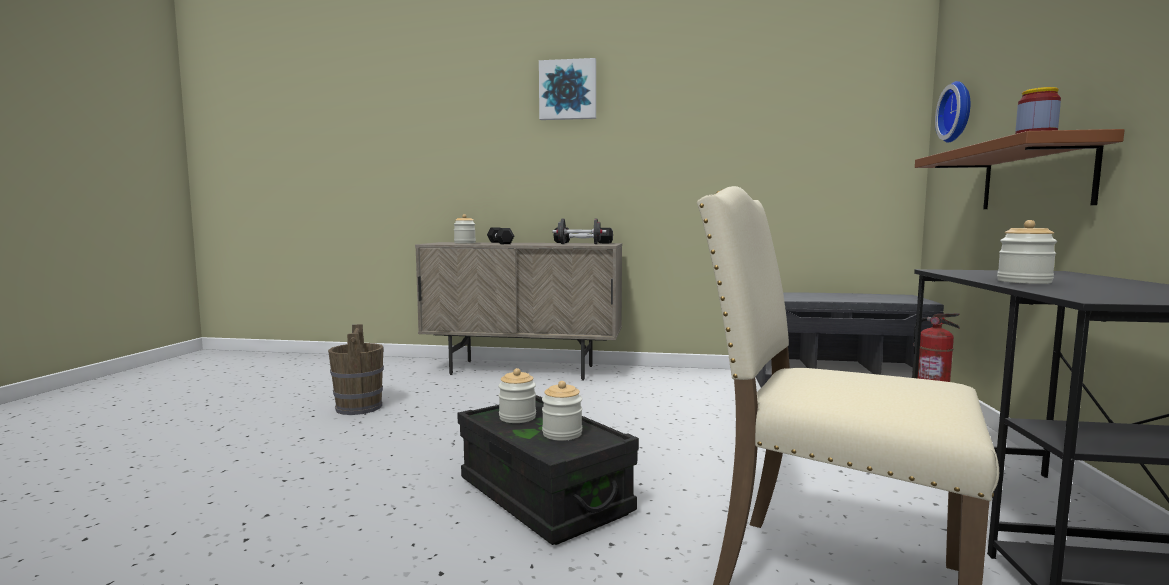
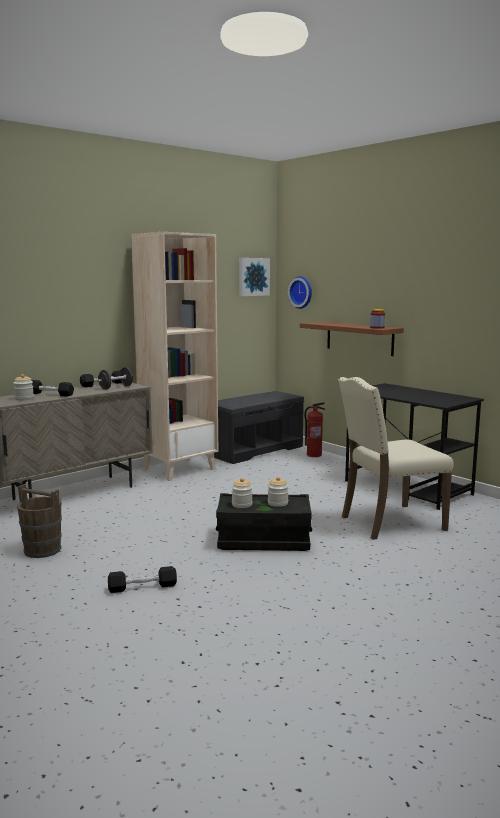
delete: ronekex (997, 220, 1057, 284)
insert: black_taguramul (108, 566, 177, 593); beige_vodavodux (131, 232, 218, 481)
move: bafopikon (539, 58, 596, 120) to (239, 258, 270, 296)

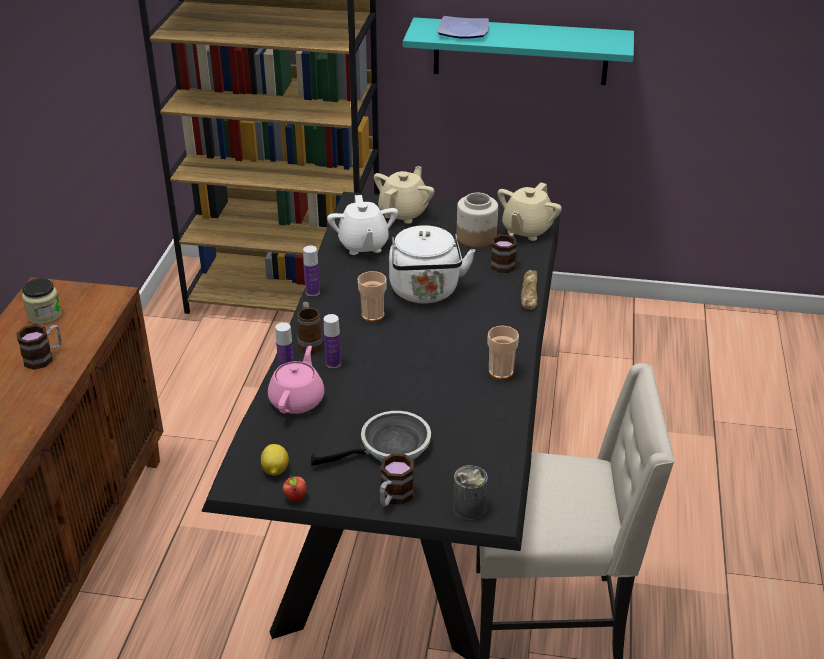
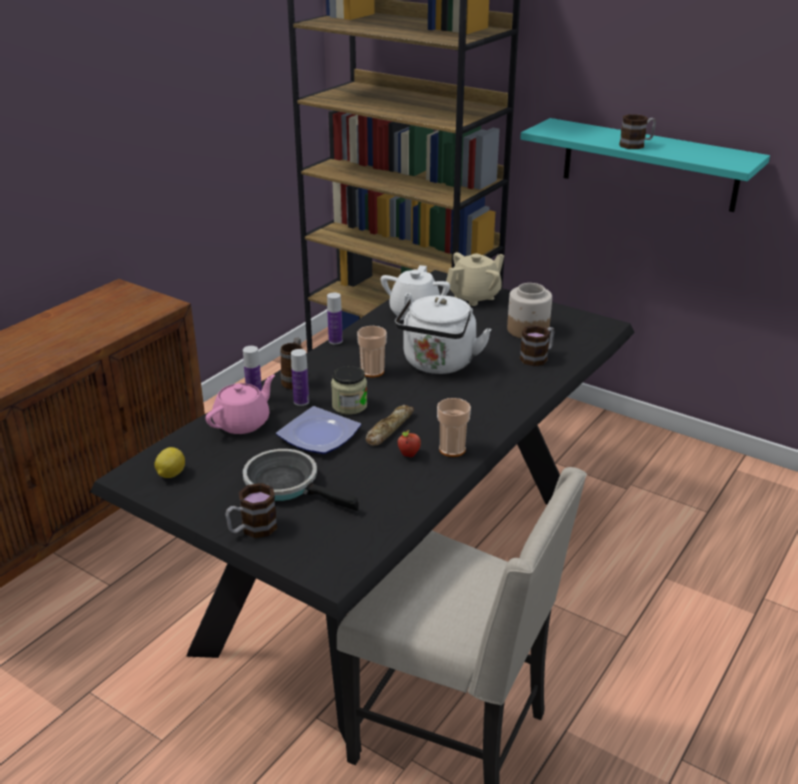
delete: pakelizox (453, 465, 488, 520); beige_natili (498, 182, 562, 241)
move: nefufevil (16, 324, 62, 370) to (619, 114, 656, 149); ronekex (22, 278, 62, 325) to (331, 366, 367, 415); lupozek (282, 477, 307, 502) to (397, 430, 421, 457); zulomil (438, 16, 489, 39) to (276, 406, 361, 454); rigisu (521, 270, 537, 310) to (366, 405, 414, 446)
rotate: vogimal (311, 411, 431, 466) = (243, 449, 359, 511) 150 degrees counterclockwise

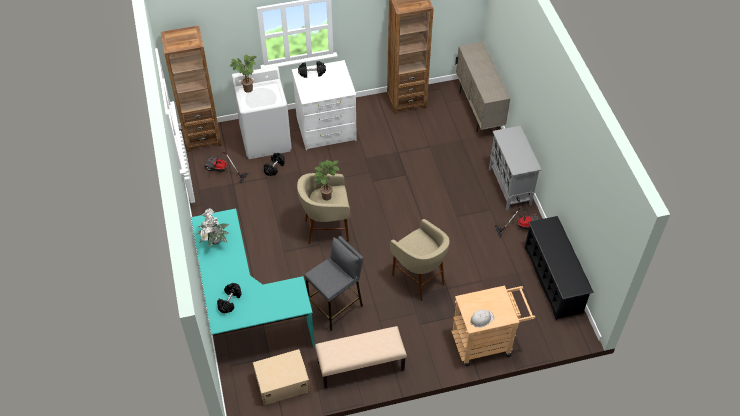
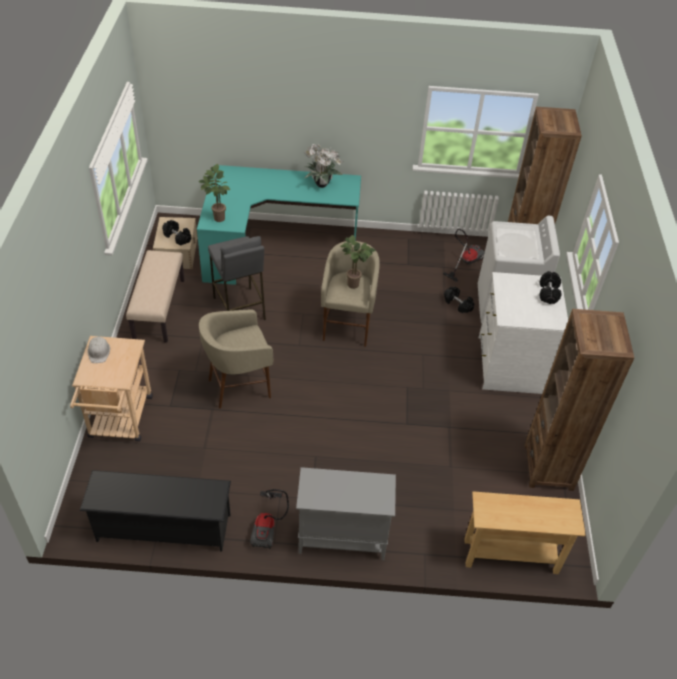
move: black_taguramul (217, 283, 242, 313) to (162, 220, 191, 245); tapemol (230, 54, 257, 93) to (198, 164, 230, 222)
replace: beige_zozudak (455, 42, 510, 132) to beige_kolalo (464, 491, 586, 574)

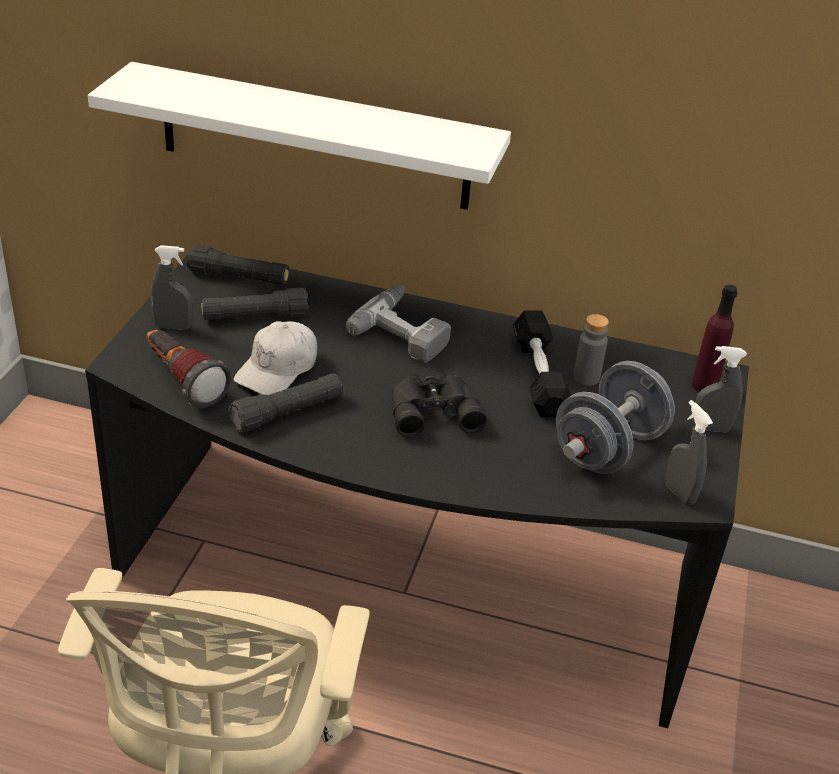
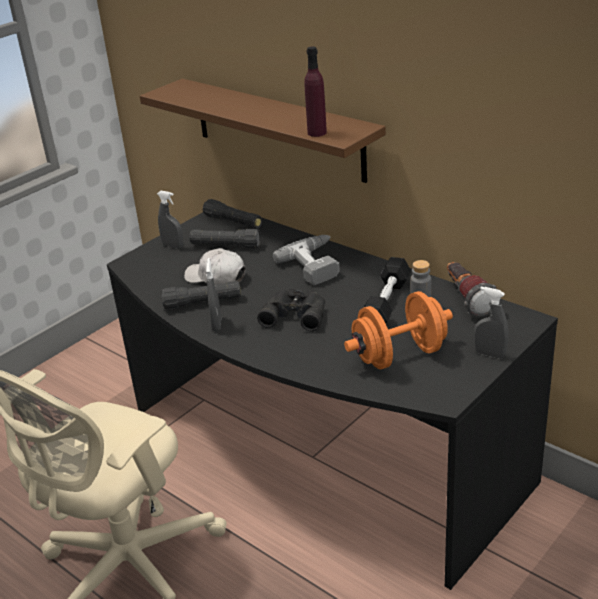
move: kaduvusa (147, 330, 231, 408) to (447, 262, 501, 318); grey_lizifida (665, 400, 713, 505) to (206, 258, 221, 331); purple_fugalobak (691, 285, 737, 392) to (304, 46, 327, 137)
recolor: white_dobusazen (88, 62, 511, 210) to brown_dobusazen (140, 79, 386, 183); grey_taguramul (556, 361, 675, 474) to orange_taguramul (344, 291, 453, 369)
rotate: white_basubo (234, 321, 317, 395) = (184, 248, 246, 285) 60 degrees clockwise

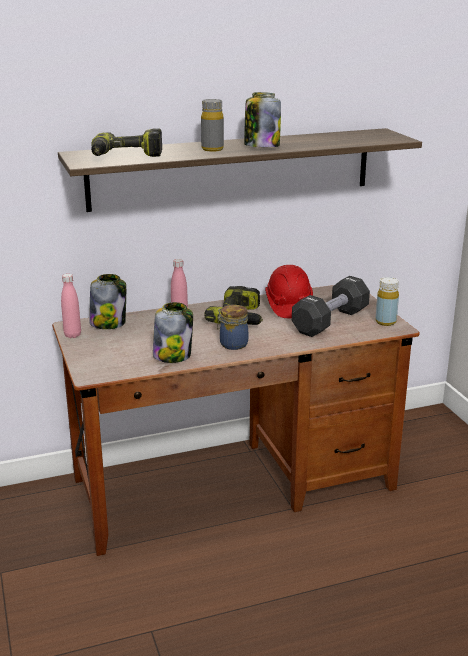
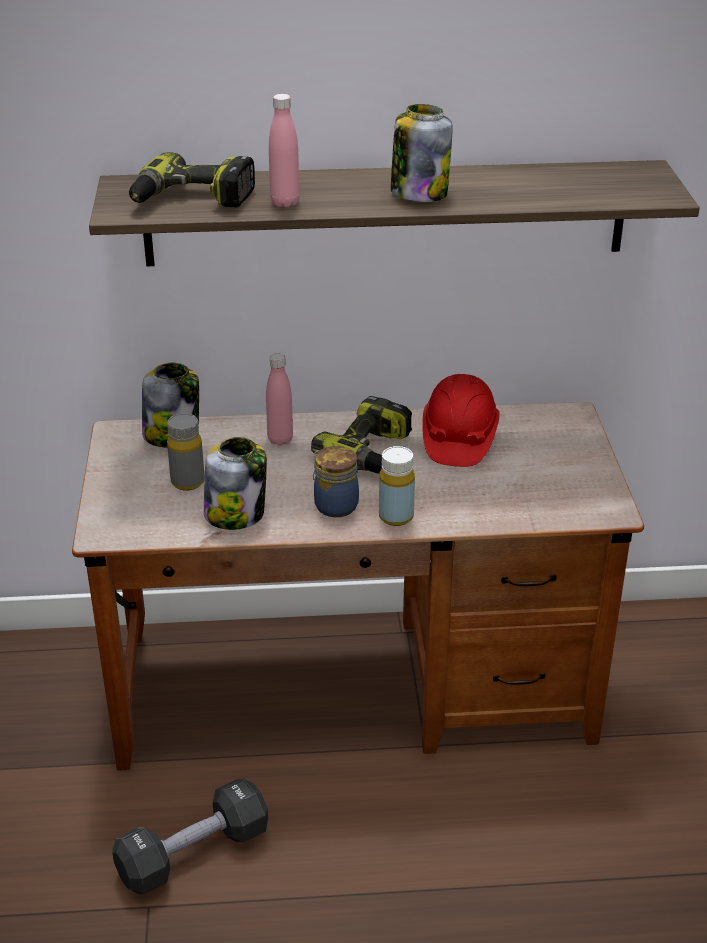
move: pink_fugalobak (61, 274, 81, 338) to (269, 94, 300, 208); grey_fugalobak (201, 99, 224, 152) to (167, 413, 205, 490); black_taguramul (292, 276, 370, 337) to (112, 778, 268, 894); yellow_fugalobak (375, 277, 399, 326) to (379, 446, 415, 526)

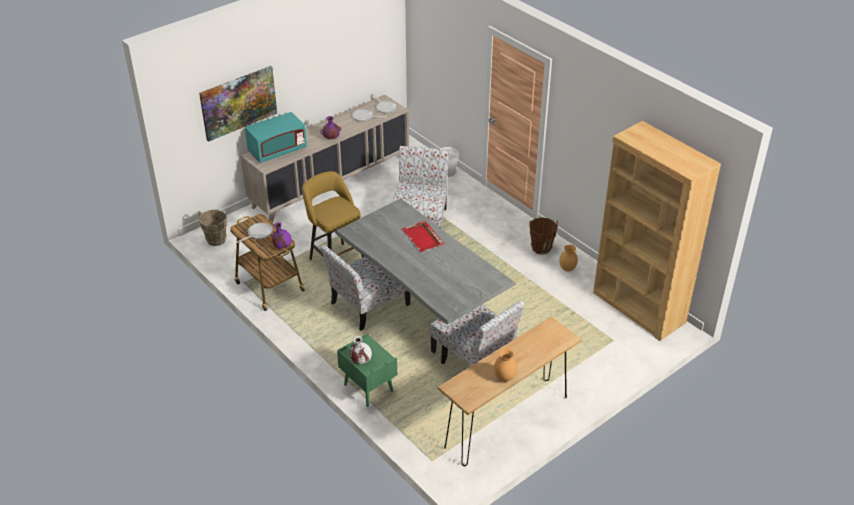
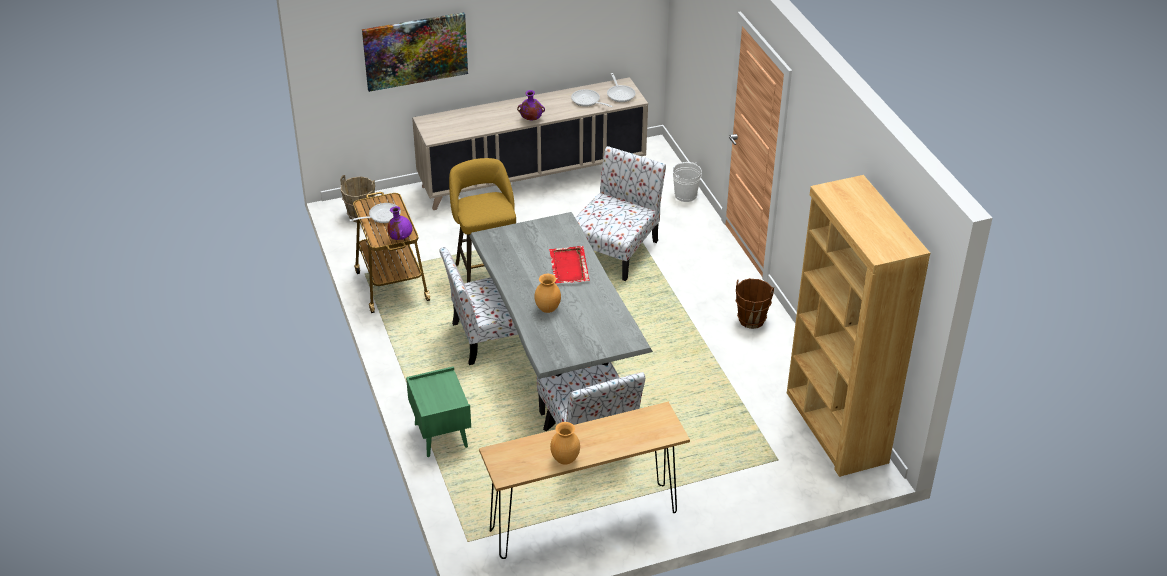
delete: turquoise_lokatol (245, 112, 307, 163); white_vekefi (350, 336, 372, 364)
move: brown_vekefi (559, 245, 578, 272) to (534, 274, 561, 313)

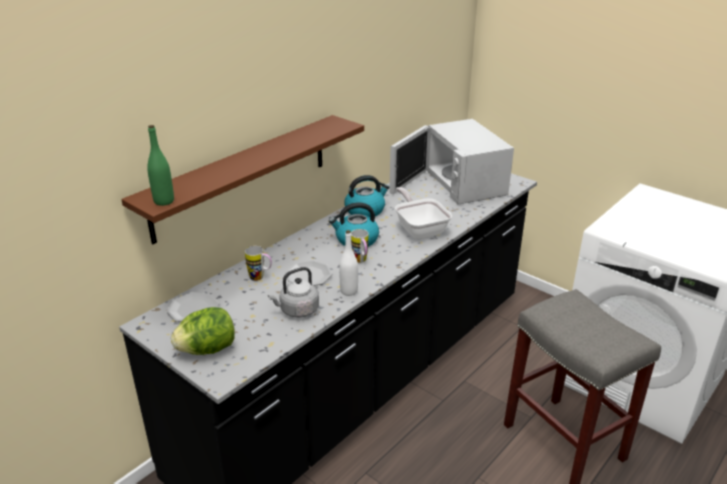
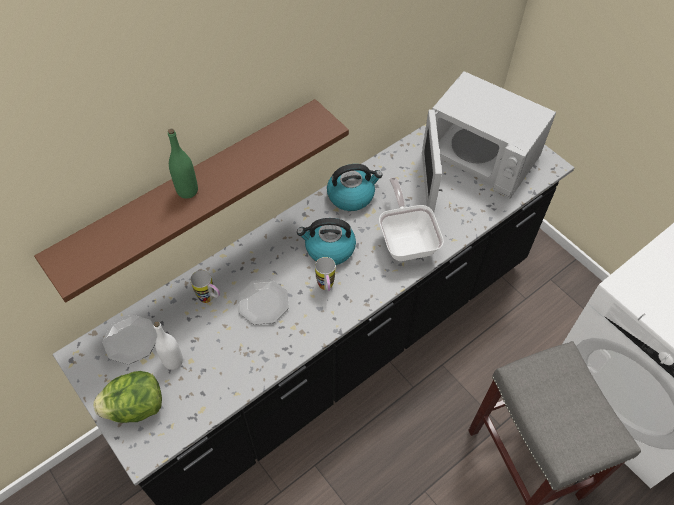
delete: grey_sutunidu (268, 267, 319, 318)
move: green_fugalobak (147, 125, 174, 206) to (168, 129, 198, 199); white_fugalobak (339, 230, 358, 296) to (154, 322, 183, 370)
rotate: white_lokatol (389, 119, 514, 205) = (422, 71, 556, 212) 45 degrees counterclockwise

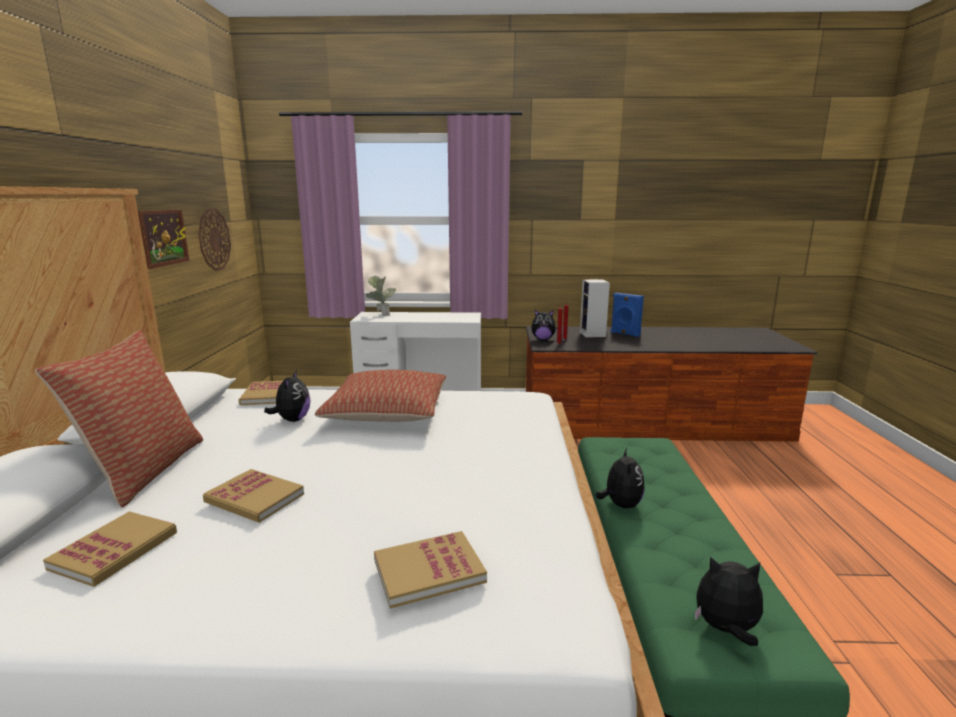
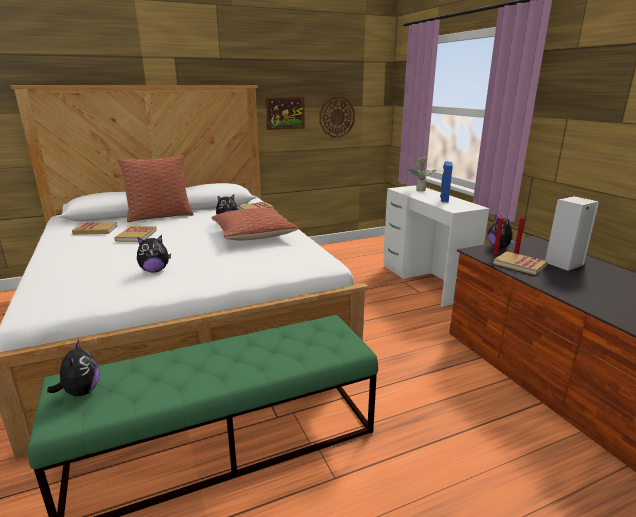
move: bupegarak (374, 531, 487, 609) to (493, 251, 548, 275); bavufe (595, 448, 645, 508) to (137, 235, 171, 273); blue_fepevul (611, 293, 644, 337) to (440, 161, 453, 203)

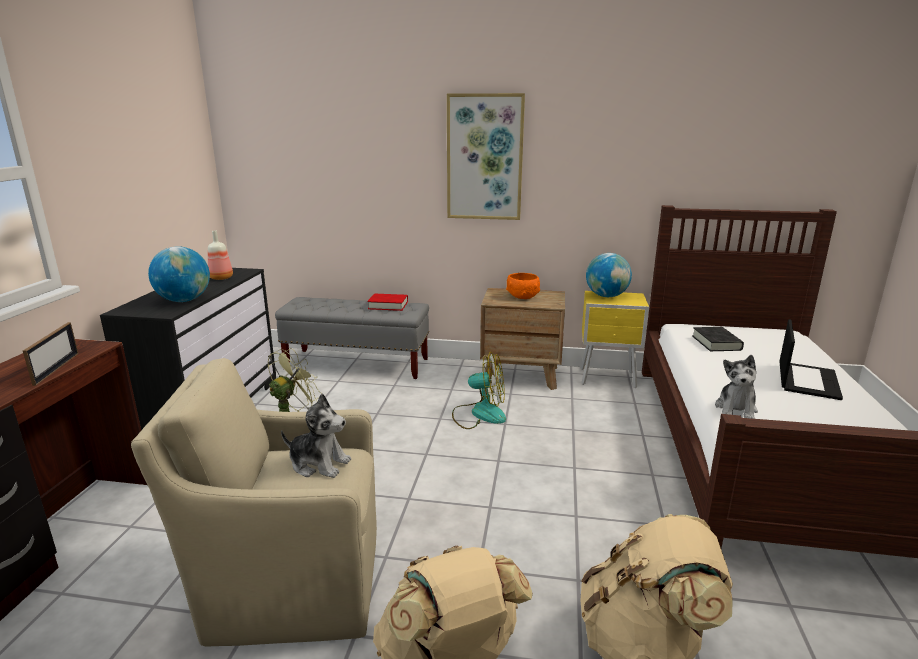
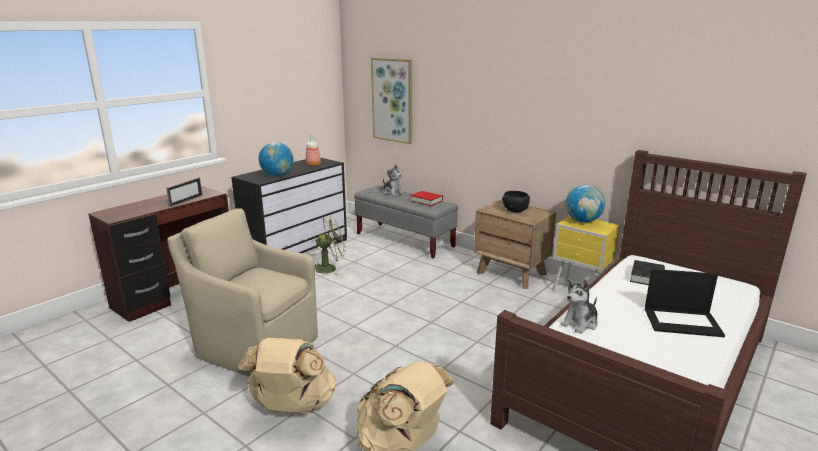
delete: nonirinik (452, 352, 506, 429)
move: bavufe (281, 394, 351, 478) to (383, 165, 404, 196); bafopikon (447, 93, 525, 220) to (371, 58, 412, 144)
recolor: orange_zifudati (506, 273, 540, 299) to black_zifudati (502, 191, 530, 213)
rotate: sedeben (779, 319, 843, 400) = (645, 269, 725, 337) 45 degrees clockwise

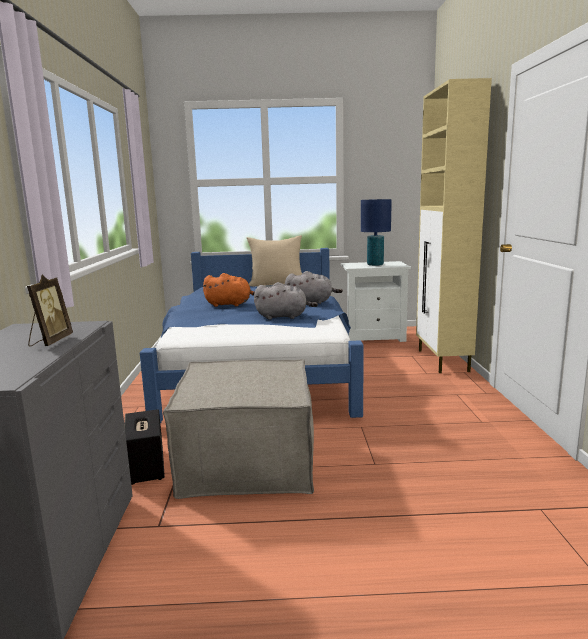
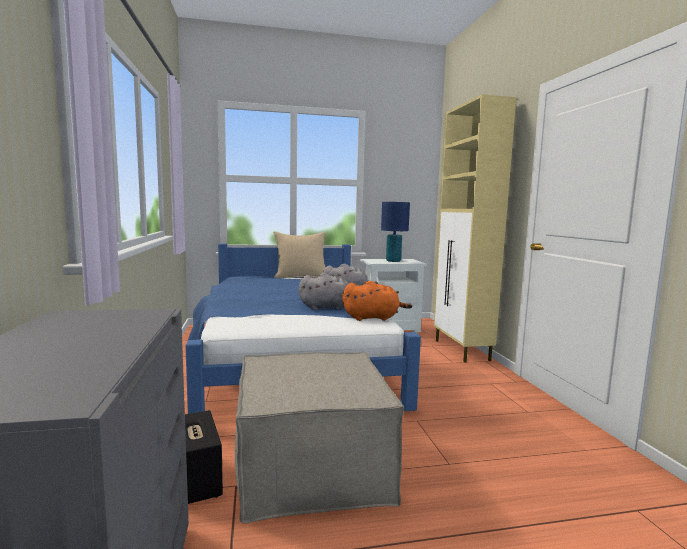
delete: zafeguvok (27, 275, 73, 347)
move: orange_bavufe (202, 273, 255, 307) to (342, 281, 413, 321)

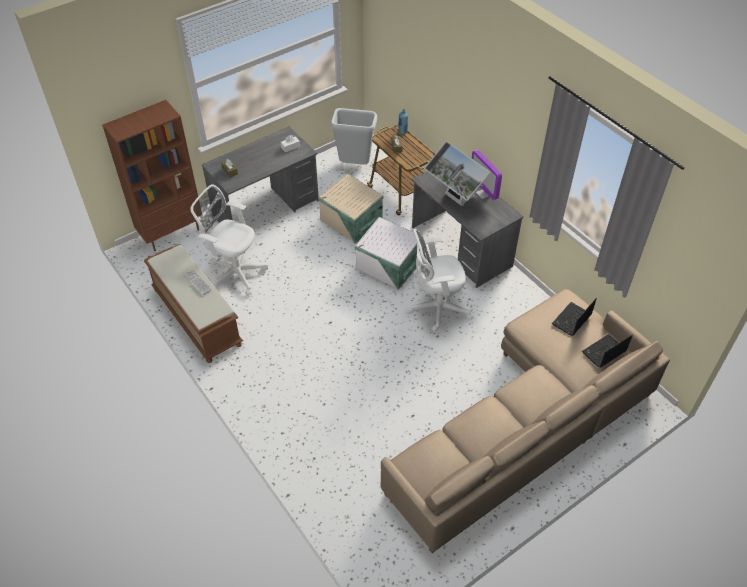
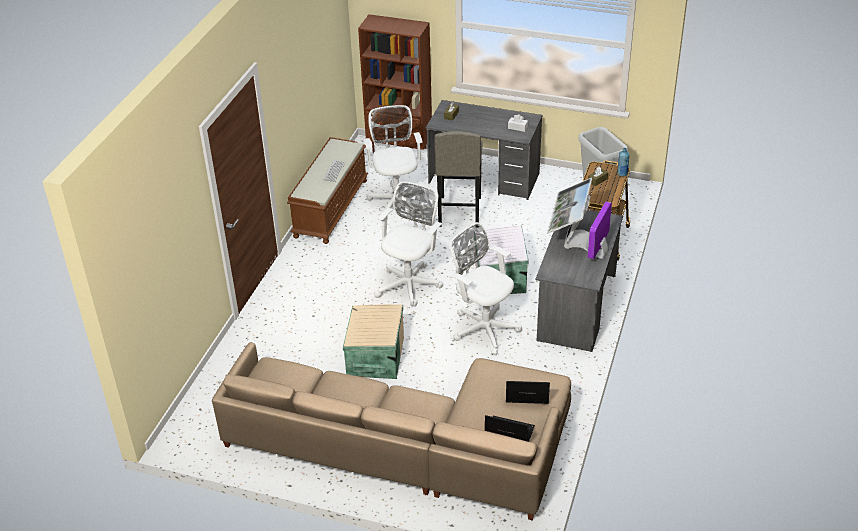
insert: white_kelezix (374, 181, 443, 307); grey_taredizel (435, 131, 483, 227)
move: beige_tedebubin (318, 174, 384, 243) to (343, 304, 404, 379)

